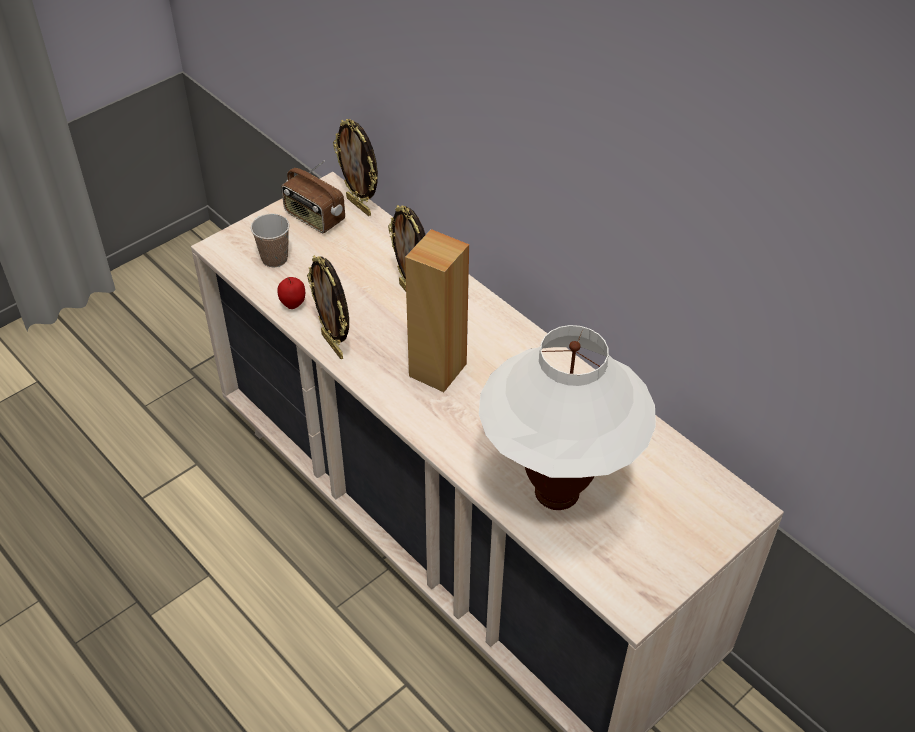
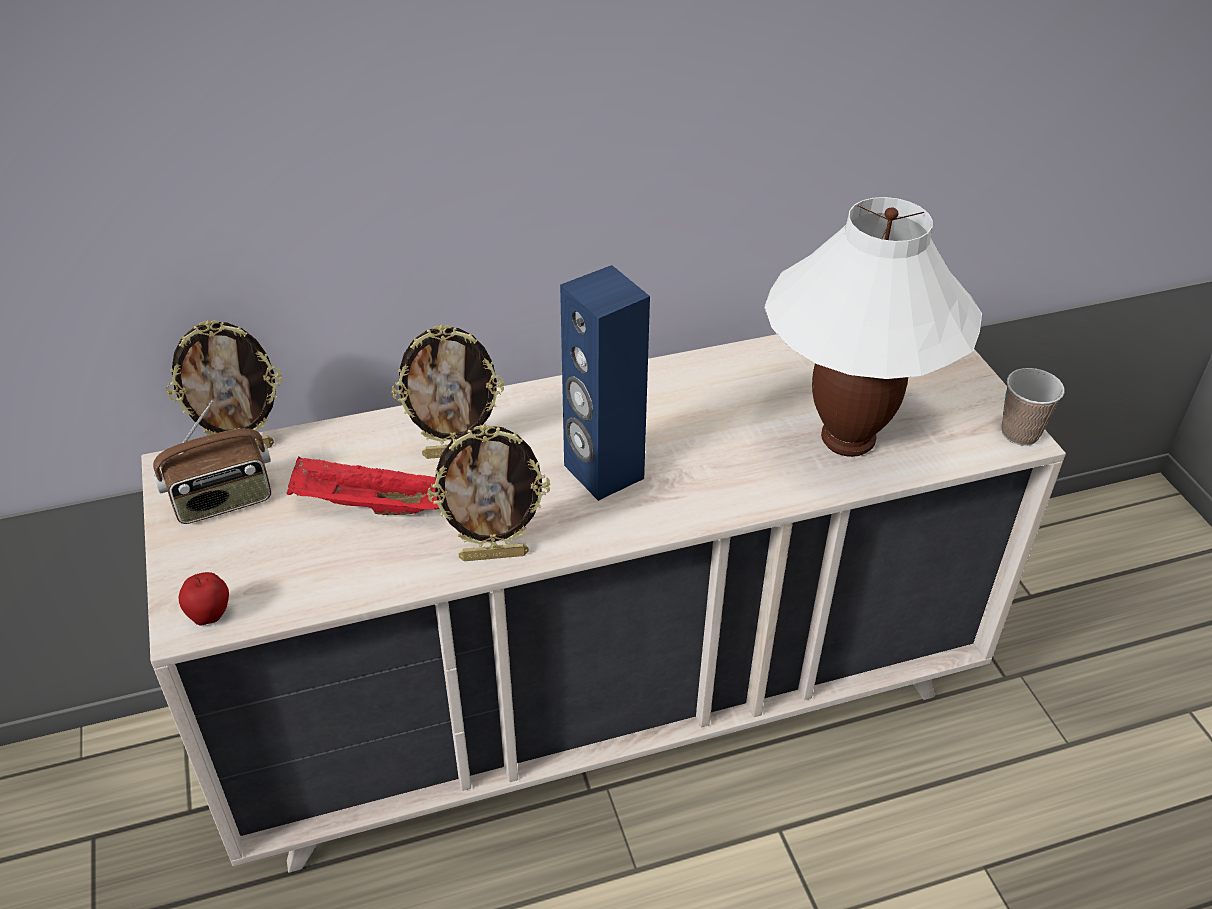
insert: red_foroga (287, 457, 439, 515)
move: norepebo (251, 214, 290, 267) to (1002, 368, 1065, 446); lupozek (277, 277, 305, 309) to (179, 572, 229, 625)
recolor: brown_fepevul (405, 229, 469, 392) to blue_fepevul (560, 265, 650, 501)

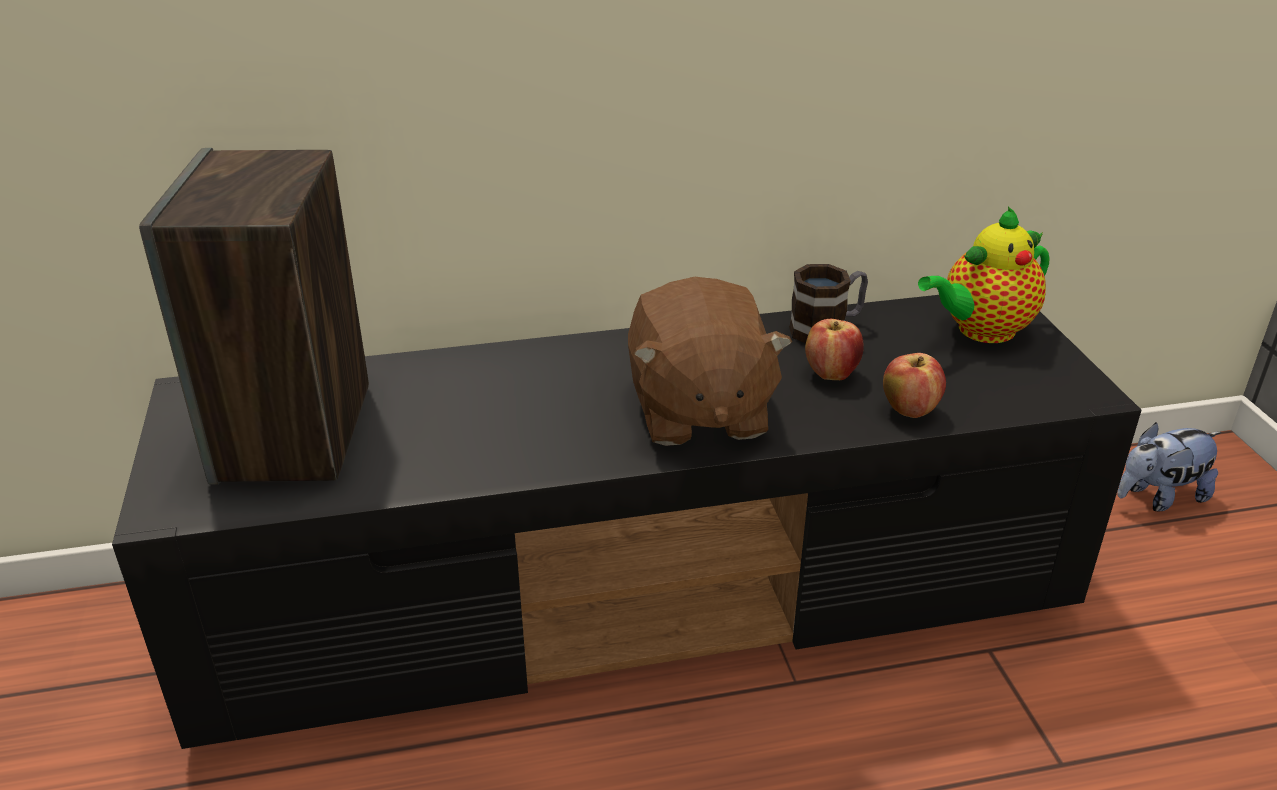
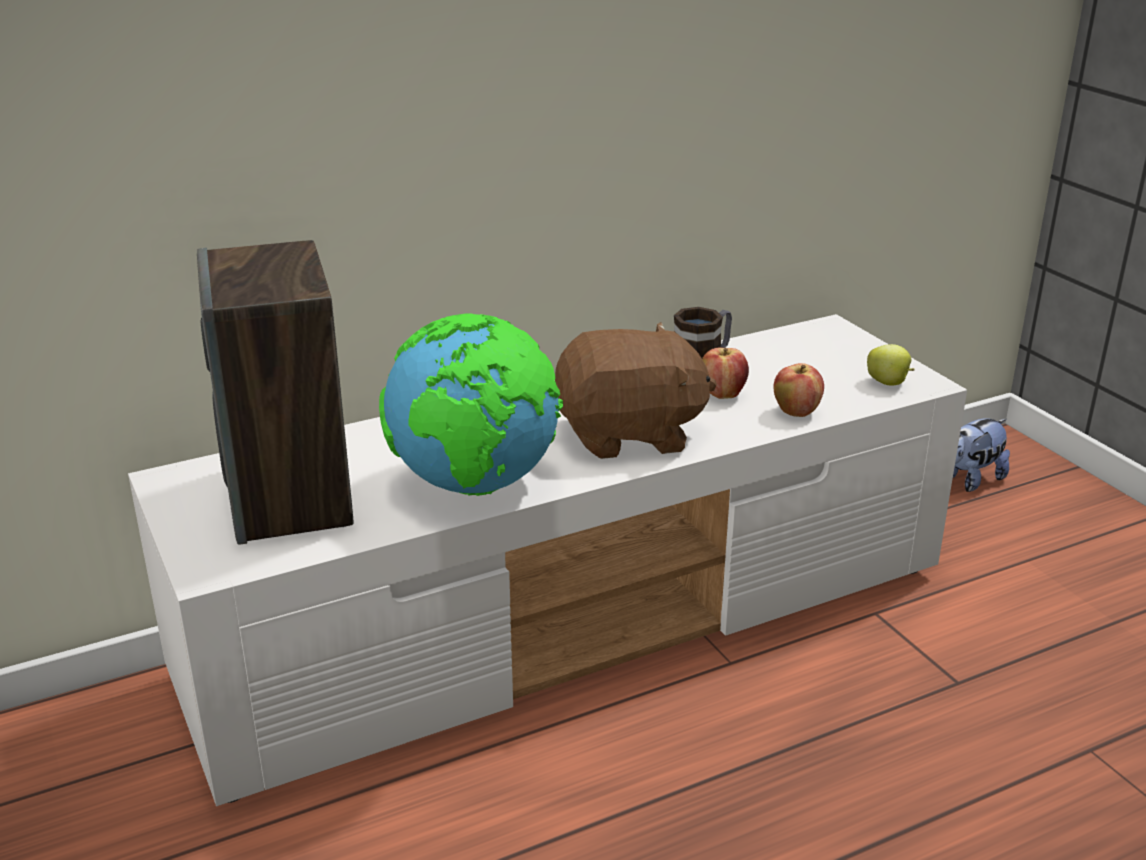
delete: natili (918, 207, 1050, 343)
insert: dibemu (379, 313, 563, 496); lupozek (867, 344, 915, 386)
recolor: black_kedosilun (112, 295, 1142, 749) to white_kedosilun (128, 314, 967, 806)
rotate: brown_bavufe (628, 277, 792, 446) = (555, 322, 717, 459) 75 degrees counterclockwise

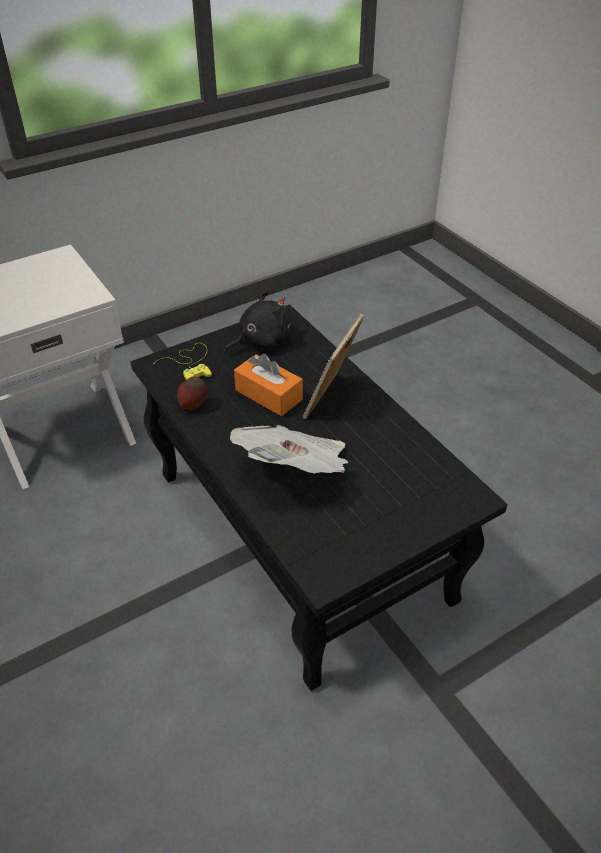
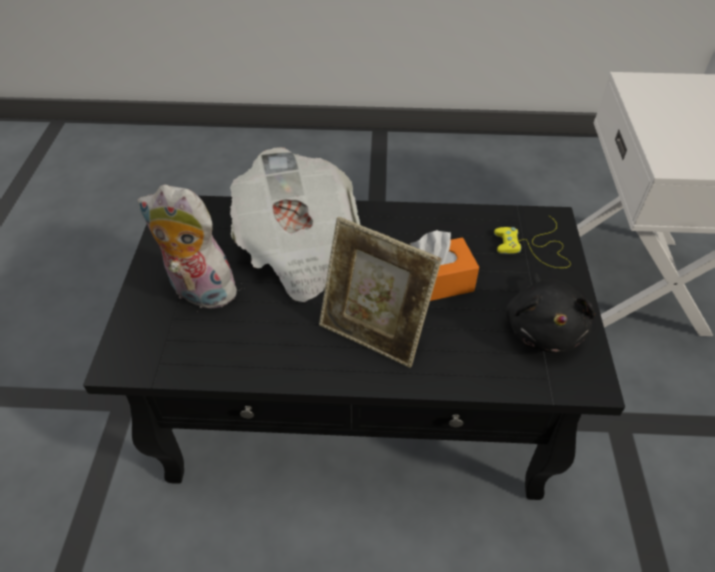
delete: lupozek (177, 376, 207, 410)
insert: bavufe (137, 185, 240, 312)
rotate: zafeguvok (303, 314, 364, 419) = (319, 217, 442, 368) 150 degrees clockwise

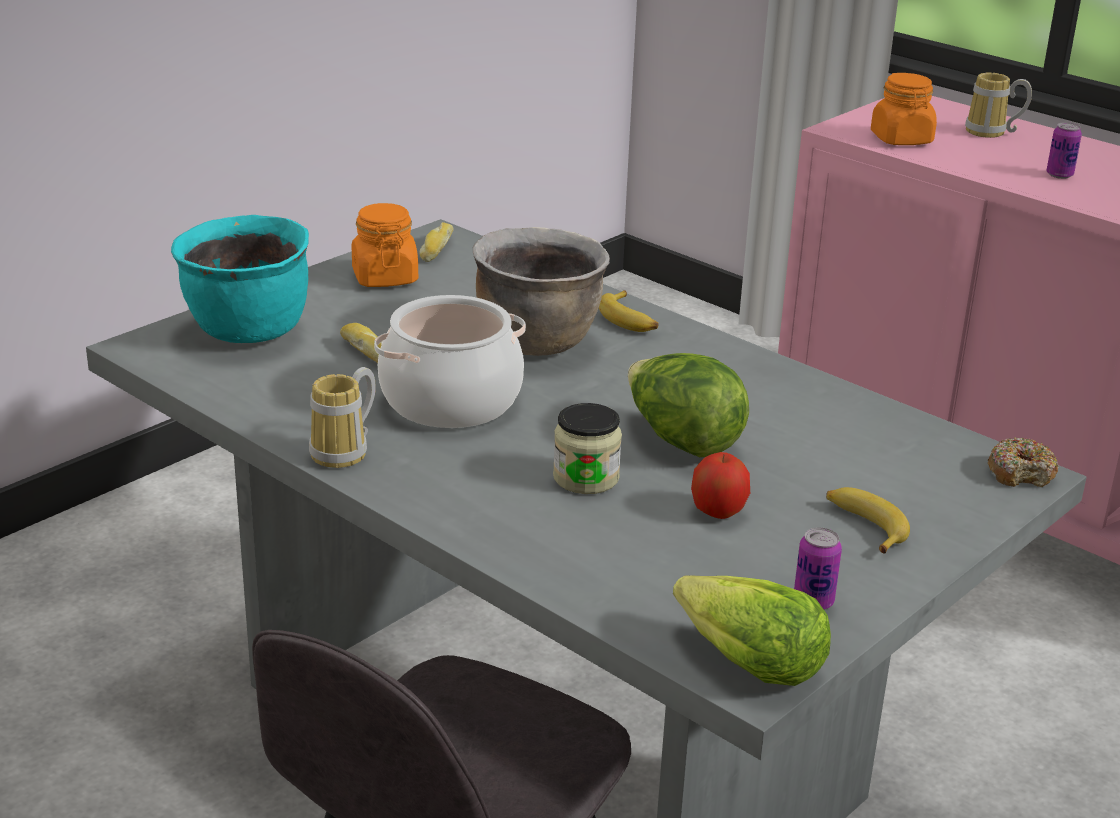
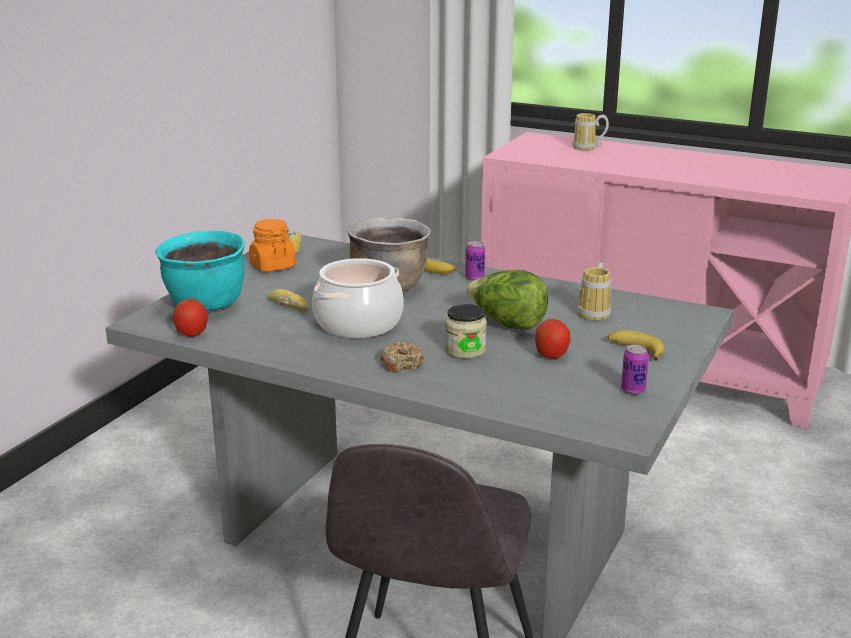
delete: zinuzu (673, 576, 831, 686); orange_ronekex (871, 73, 937, 145)
insert: lupozek (173, 299, 208, 337)
move: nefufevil (309, 367, 376, 468) to (578, 263, 611, 321); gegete (988, 437, 1058, 487) to (380, 342, 424, 373); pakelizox (1046, 122, 1082, 179) to (465, 241, 485, 281)

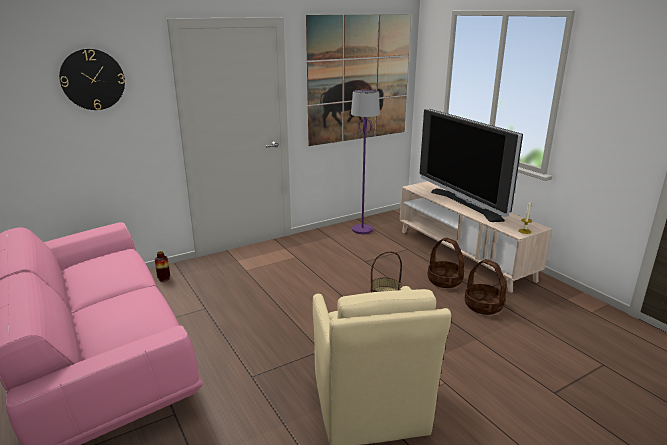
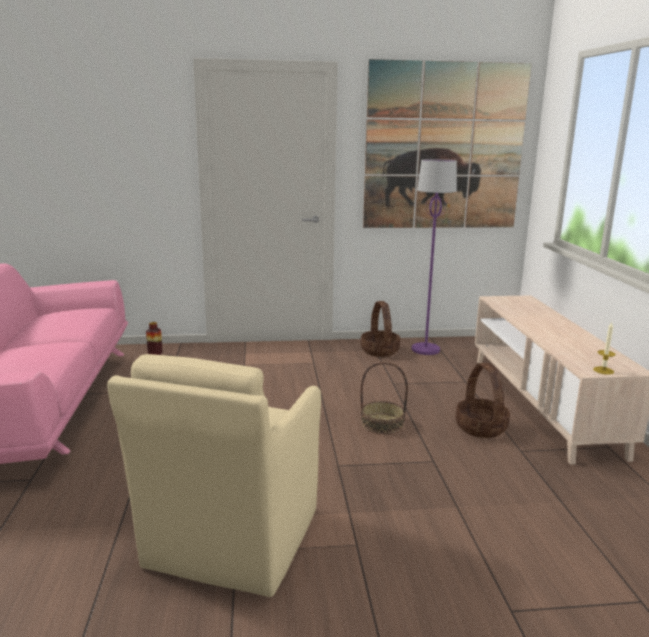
delete: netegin (59, 49, 125, 110); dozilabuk (420, 109, 523, 222)
move: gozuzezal (465, 259, 506, 315) to (361, 301, 400, 357)

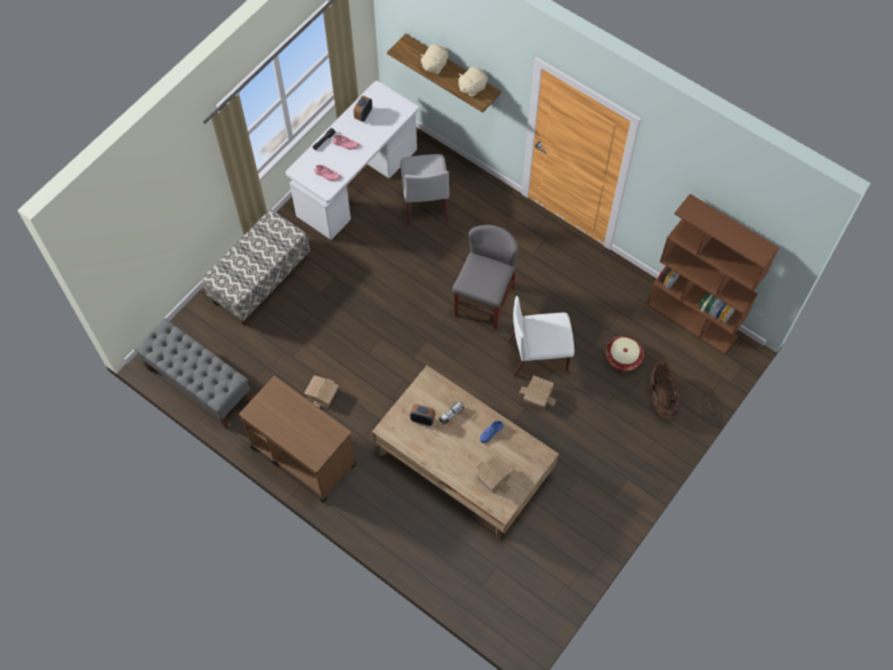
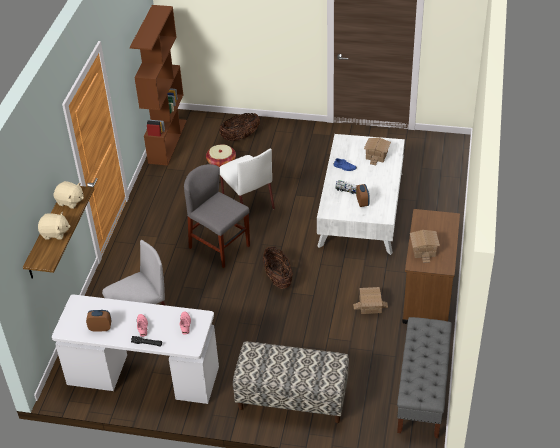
insert: gozuzezal (263, 246, 293, 289)
move: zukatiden (519, 376, 556, 410) to (410, 230, 440, 263)
recolor: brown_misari (372, 366, 559, 538) to white_misari (317, 134, 405, 255)
rotate: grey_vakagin (452, 225, 518, 330) = (184, 164, 250, 268) 45 degrees clockwise

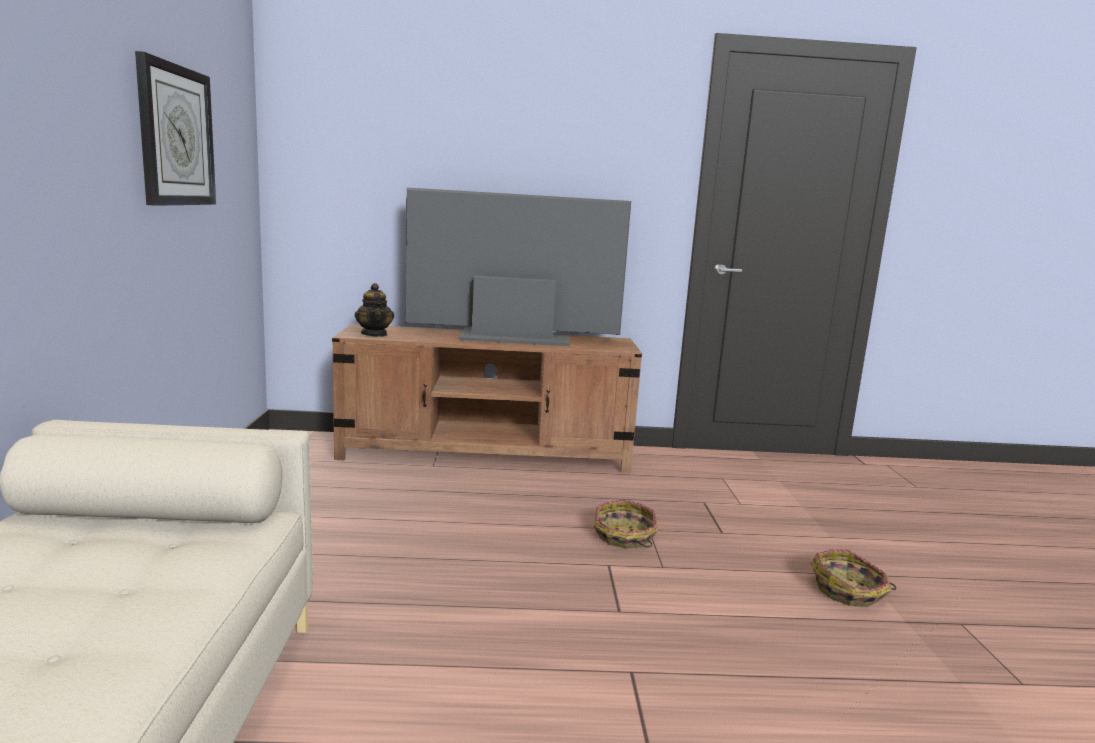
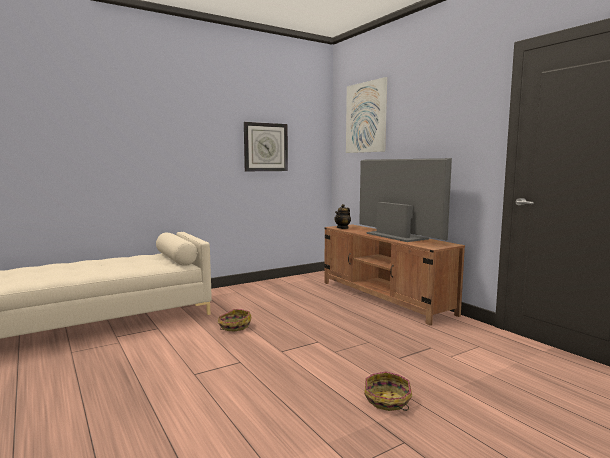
insert: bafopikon (346, 77, 387, 153)
move: gozuzezal (594, 500, 658, 548) to (218, 309, 251, 331)

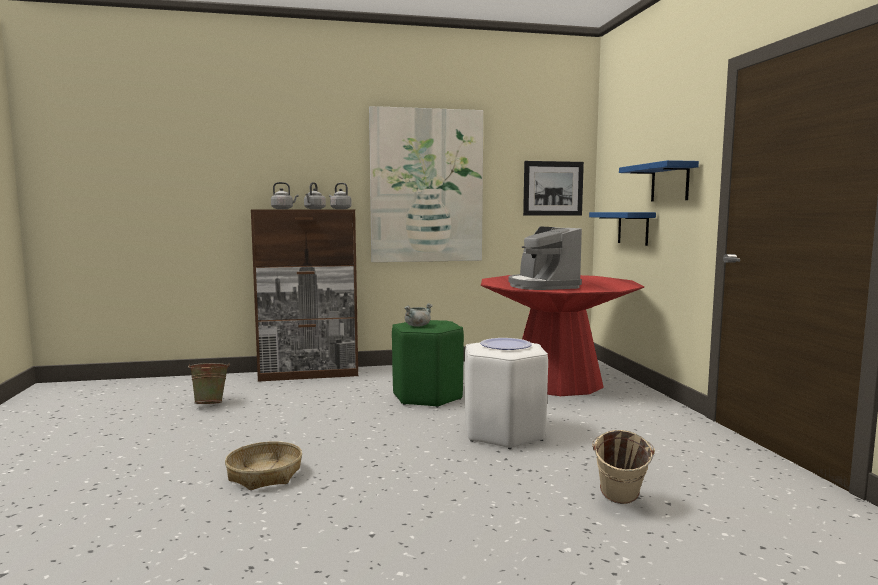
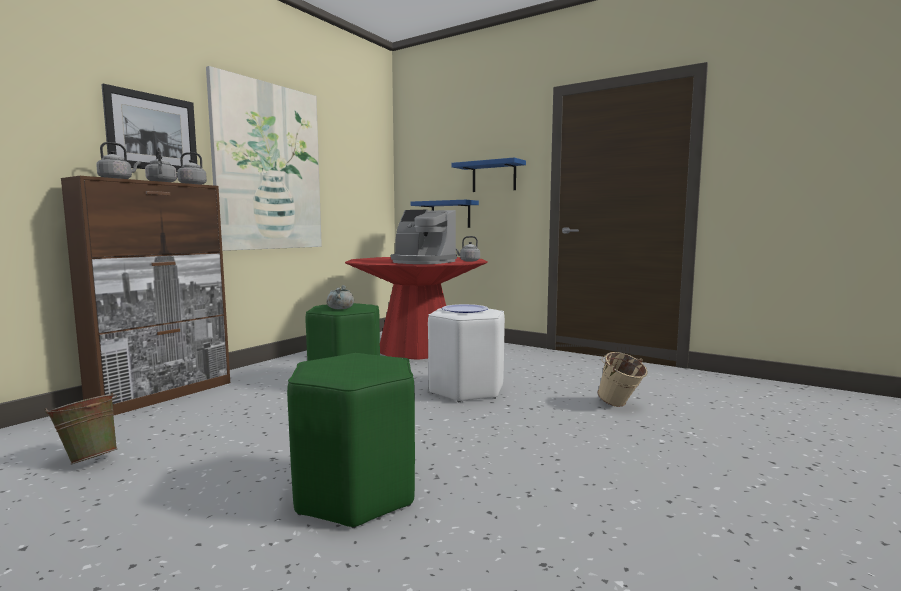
insert: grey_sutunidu (456, 236, 480, 261)
move: bafopikon (523, 161, 584, 216) to (101, 84, 197, 172)
replace: gozuzezal (225, 441, 302, 490) to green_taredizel (287, 353, 415, 528)

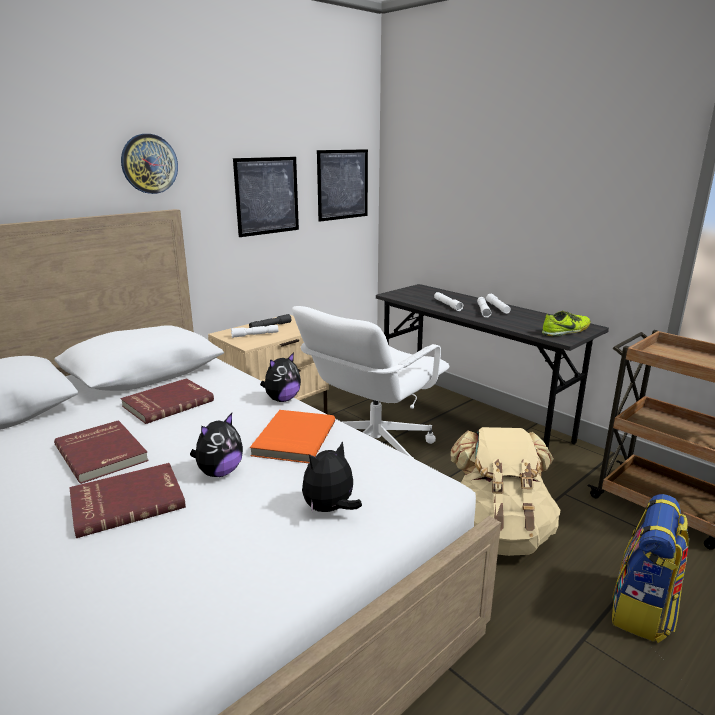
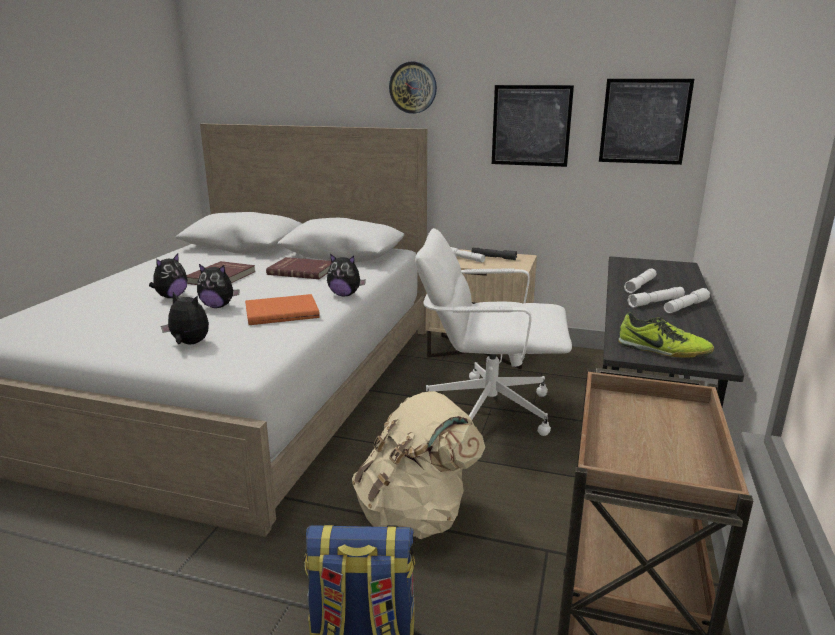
replace: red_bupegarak (69, 463, 186, 538) to bavufe (149, 254, 187, 298)

